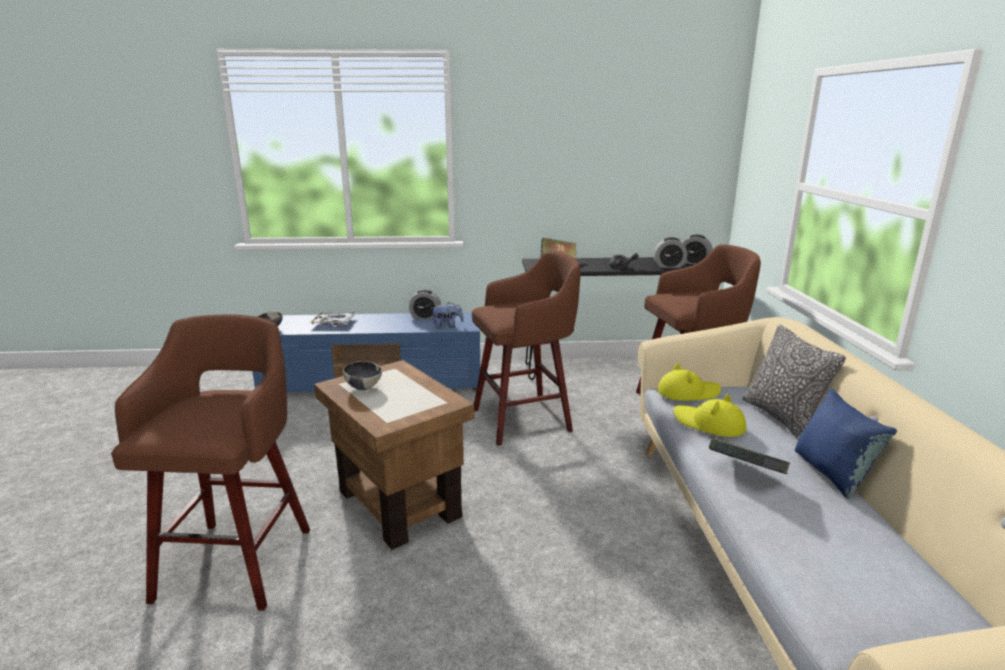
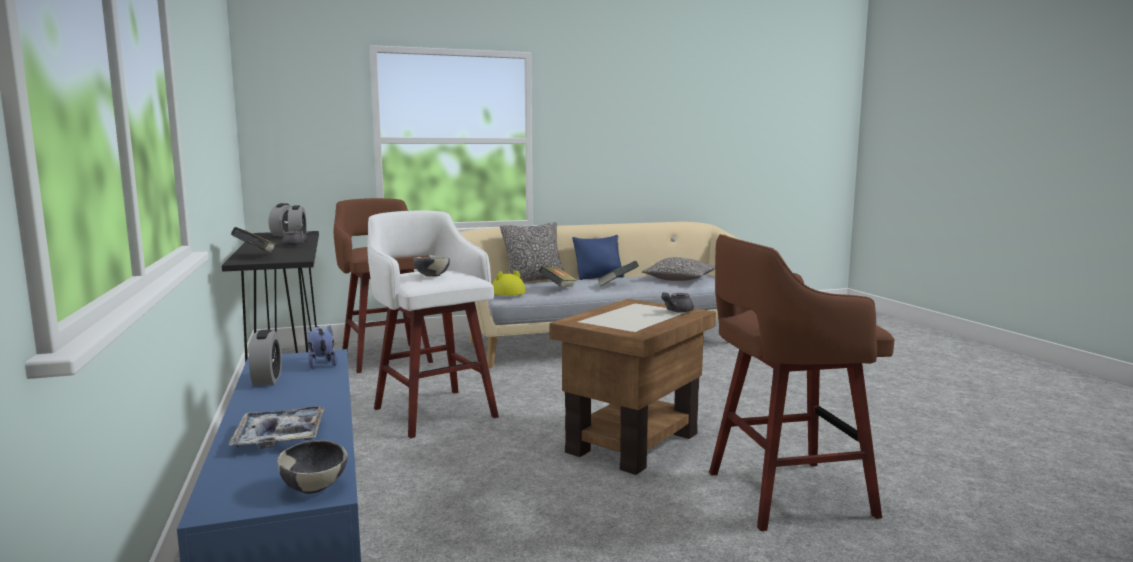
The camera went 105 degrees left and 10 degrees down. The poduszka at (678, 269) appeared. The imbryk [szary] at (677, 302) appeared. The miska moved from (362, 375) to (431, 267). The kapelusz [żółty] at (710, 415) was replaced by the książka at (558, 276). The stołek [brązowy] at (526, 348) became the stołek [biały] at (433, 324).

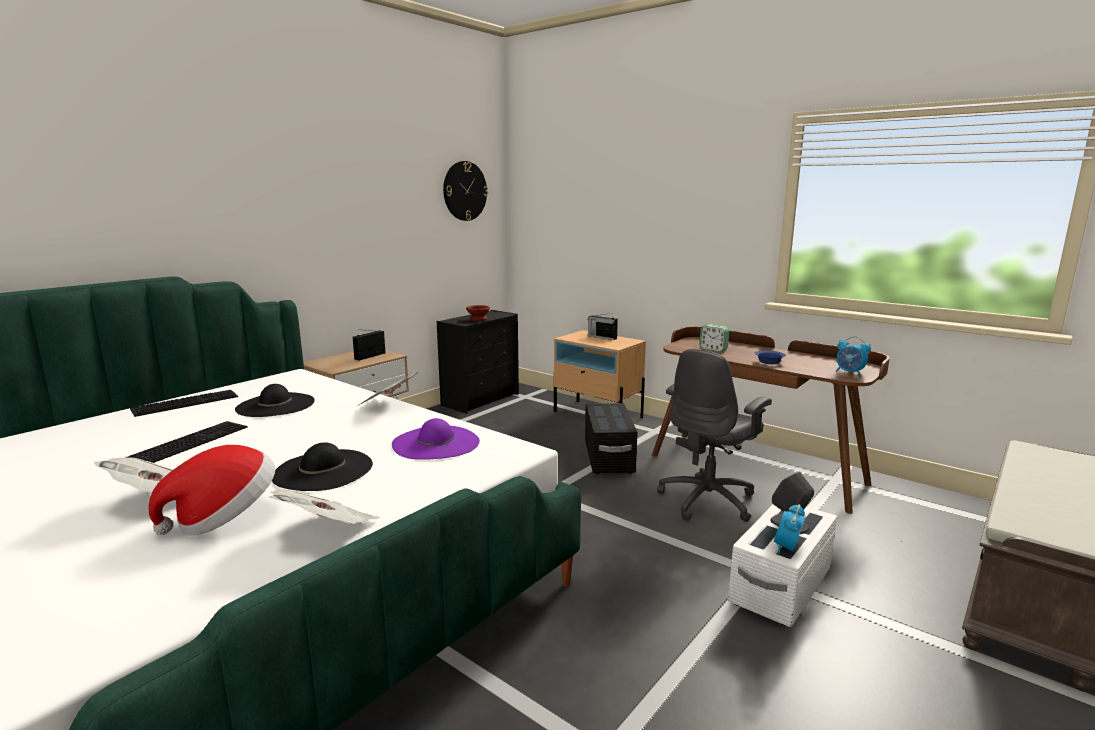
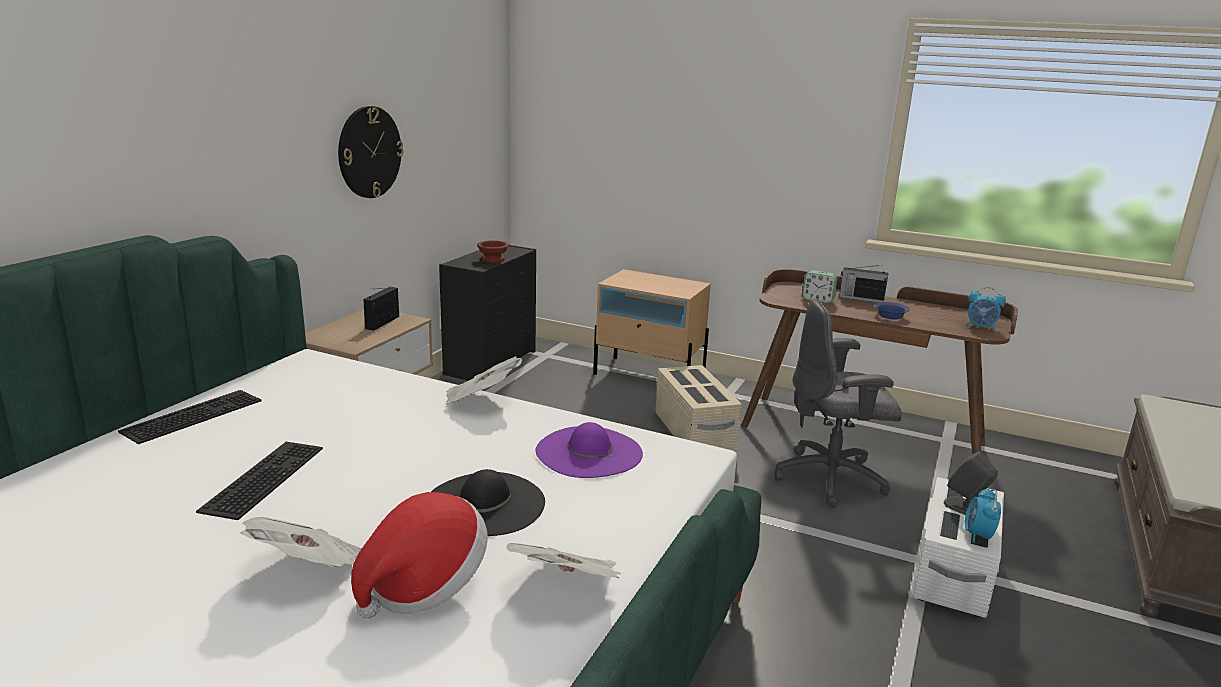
The camera went 15 degrees left and 5 degrees up. The kapelusz [czarny] at (275, 400) disappeared. The zegar ścienny moved from (465, 191) to (371, 152). The radio moved from (603, 326) to (864, 284). The pojemnik do przechowywania [czarny] at (611, 438) became the pojemnik do przechowywania [beżowy] at (698, 408). The krzesło biurowe [szary] at (714, 435) turned 60 degrees clockwise.

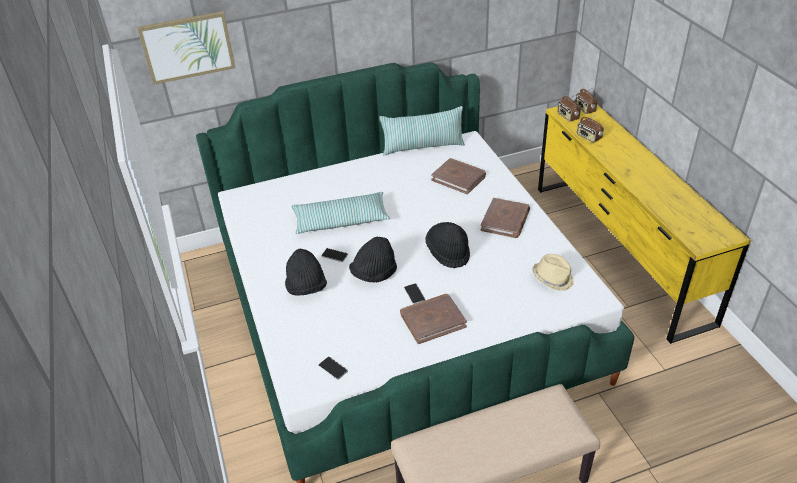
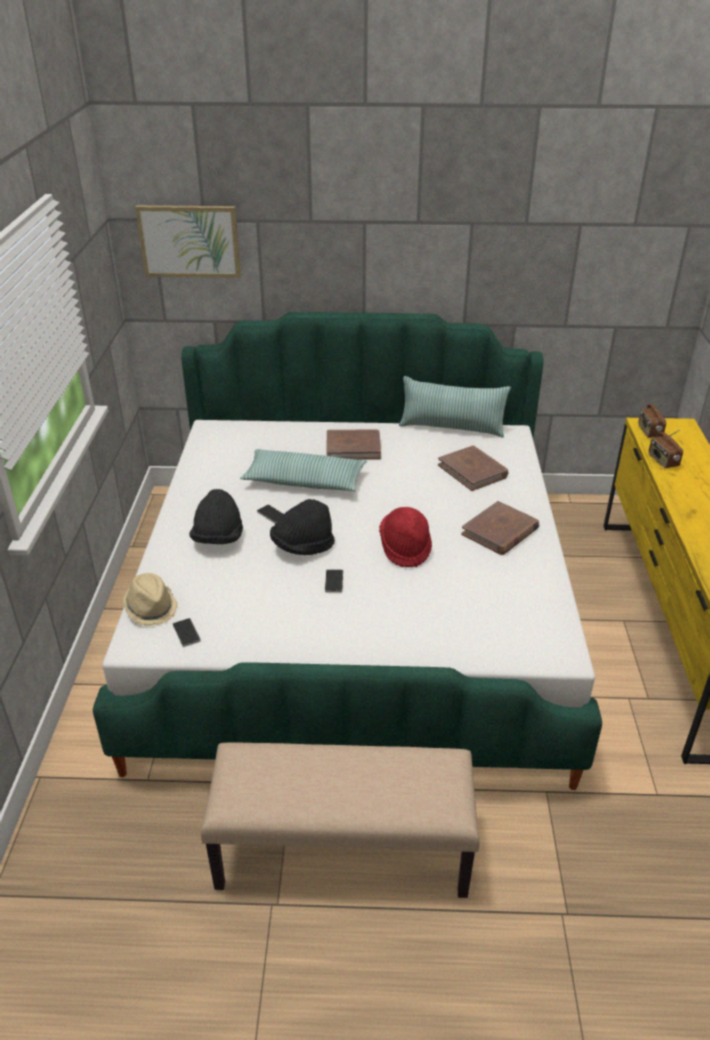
The camera went 20 degrees right and 5 degrees down. The radio at (586, 101) disappeared. The książka [brązowy] moved from (433, 319) to (353, 444). The kapelusz [beżowy] moved from (553, 272) to (150, 599). The kapelusz [czarny] at (447, 245) became the kapelusz [czerwony] at (405, 537).

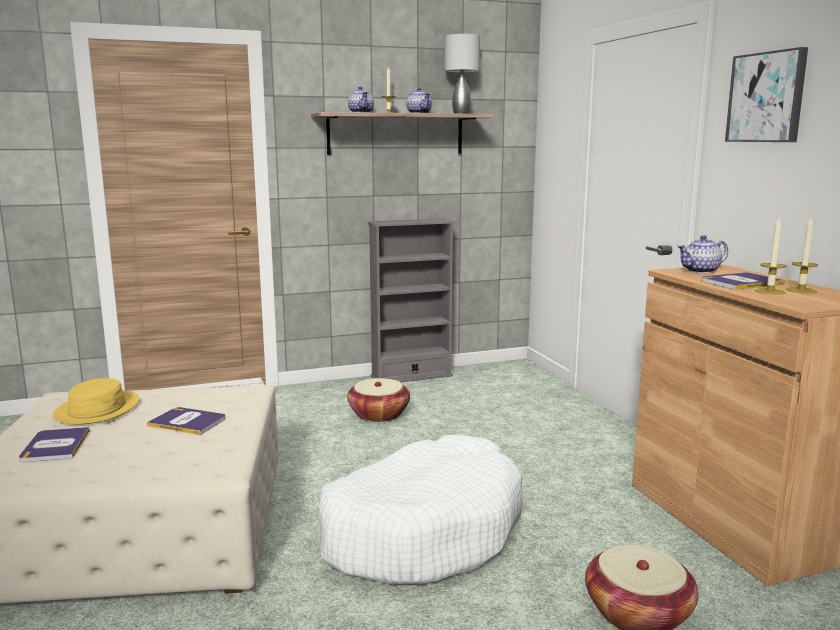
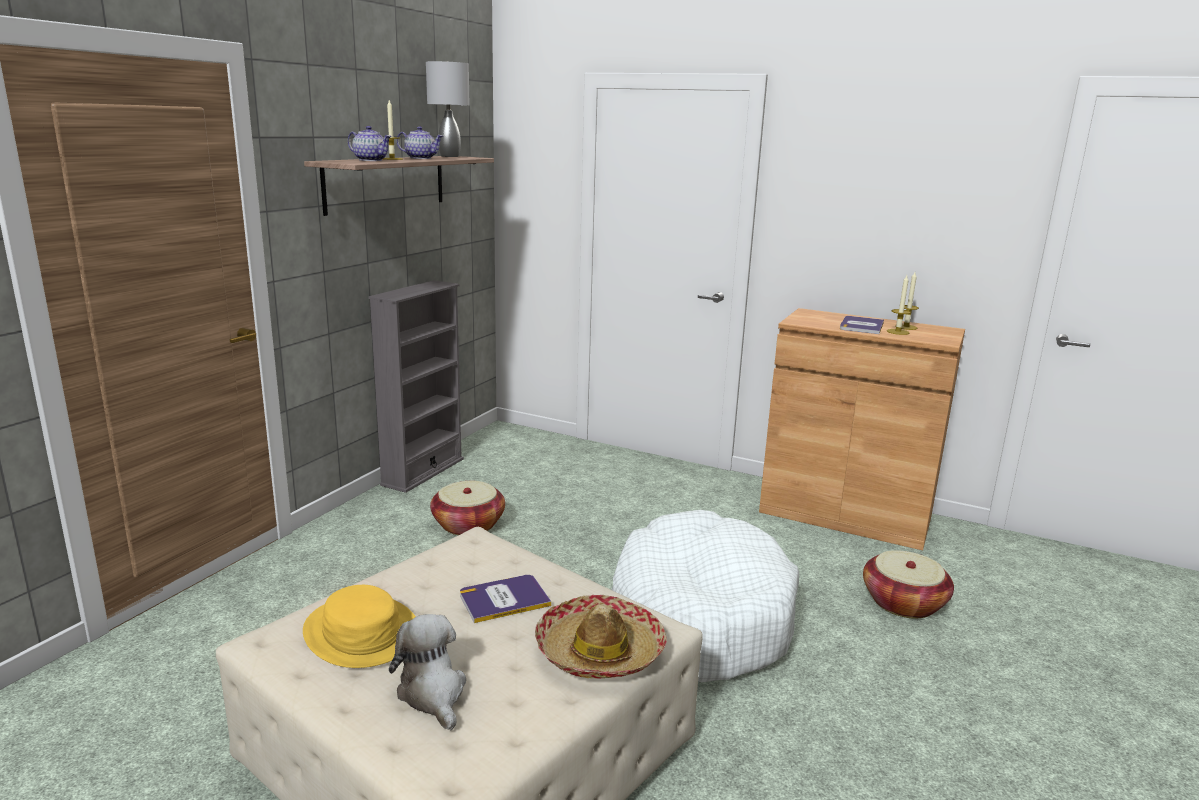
The camera went 45 degrees left and 5 degrees up. The imbryk at (702, 254) disappeared. The obraz at (766, 94) disappeared. The kapelusz at (601, 637) appeared. The książka at (54, 444) was replaced by the pluszak at (427, 672).

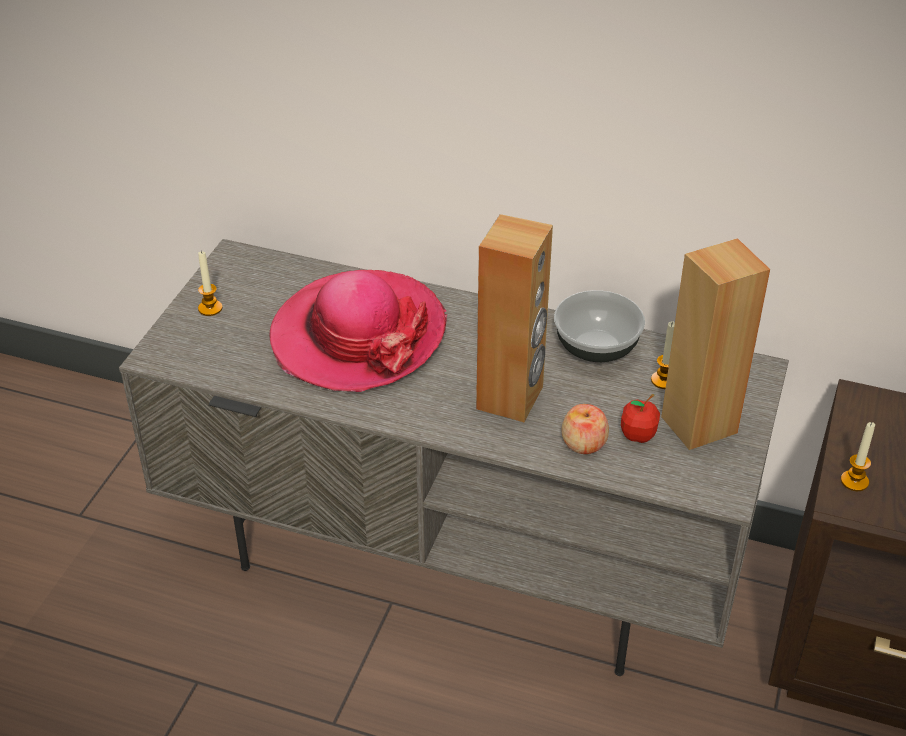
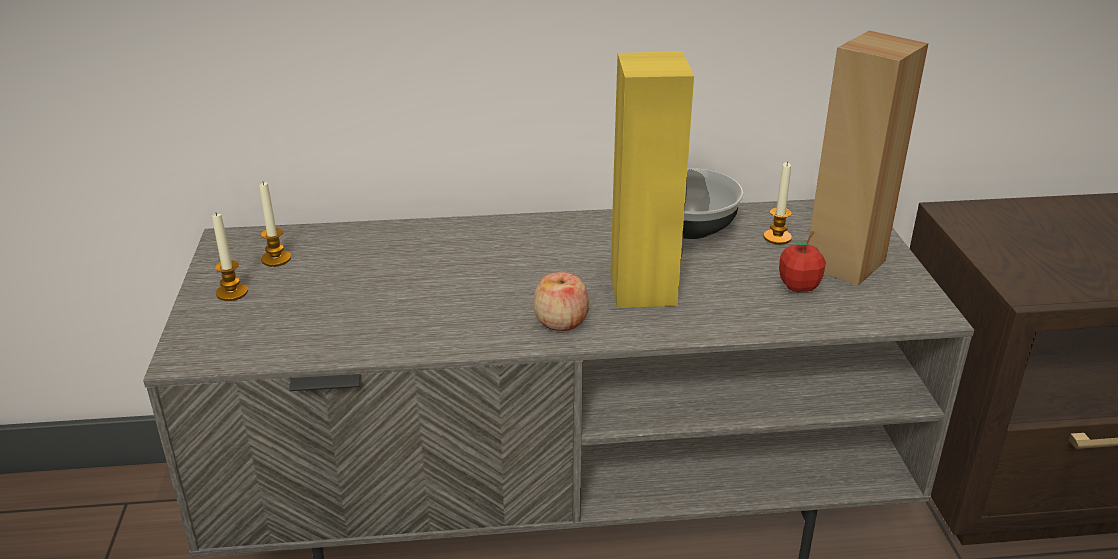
The camera went 25 degrees left and 10 degrees down. The kapelusz at (358, 331) disappeared. The jabłko moved from (585, 429) to (561, 301). The świeca moved from (858, 456) to (275, 224). The głośnik [brązowy] at (514, 318) became the głośnik [żółty] at (652, 179).

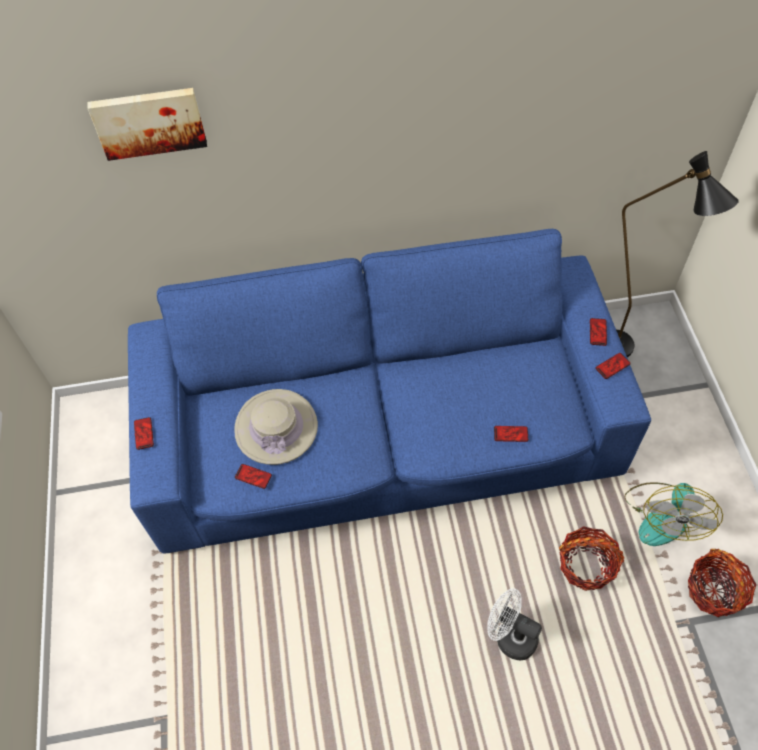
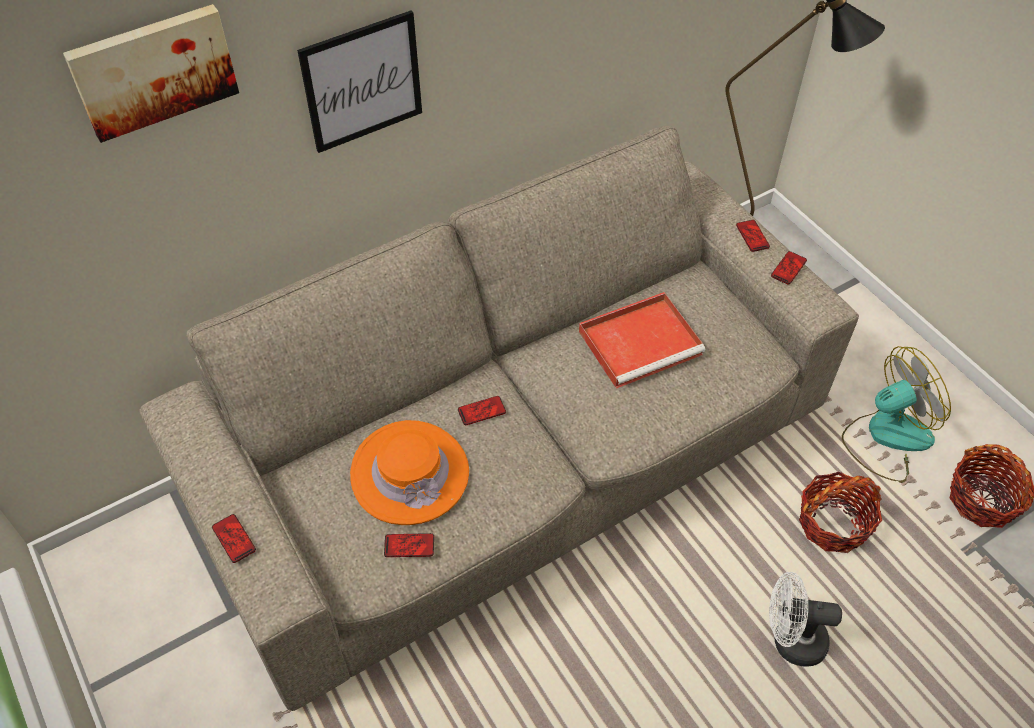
The camera went 25 degrees left and 5 degrees down. The obraz at (359, 81) appeared. The taca [czerwony] at (642, 340) appeared. The telefon moved from (511, 434) to (482, 410). The kanapa [niebieski] at (389, 391) became the kanapa [beżowy] at (499, 418). The kapelusz [beżowy] at (276, 427) became the kapelusz [pomarańczowy] at (409, 472). The wentylator at (673, 514) turned 105 degrees counterclockwise.

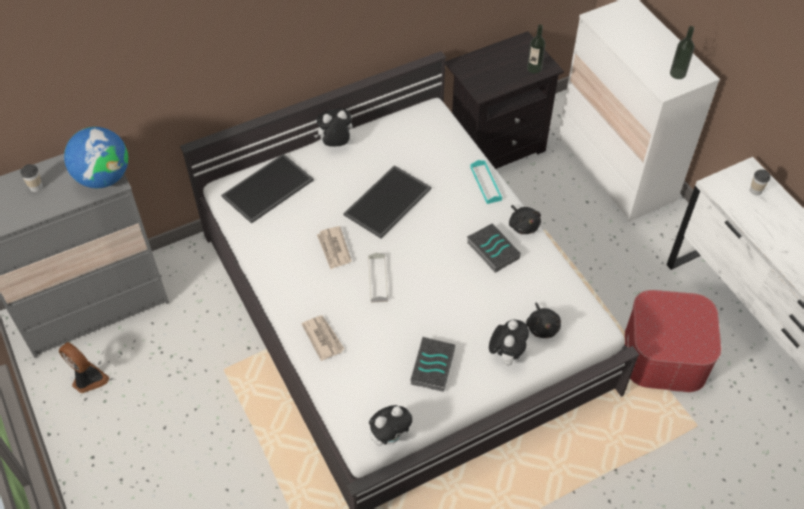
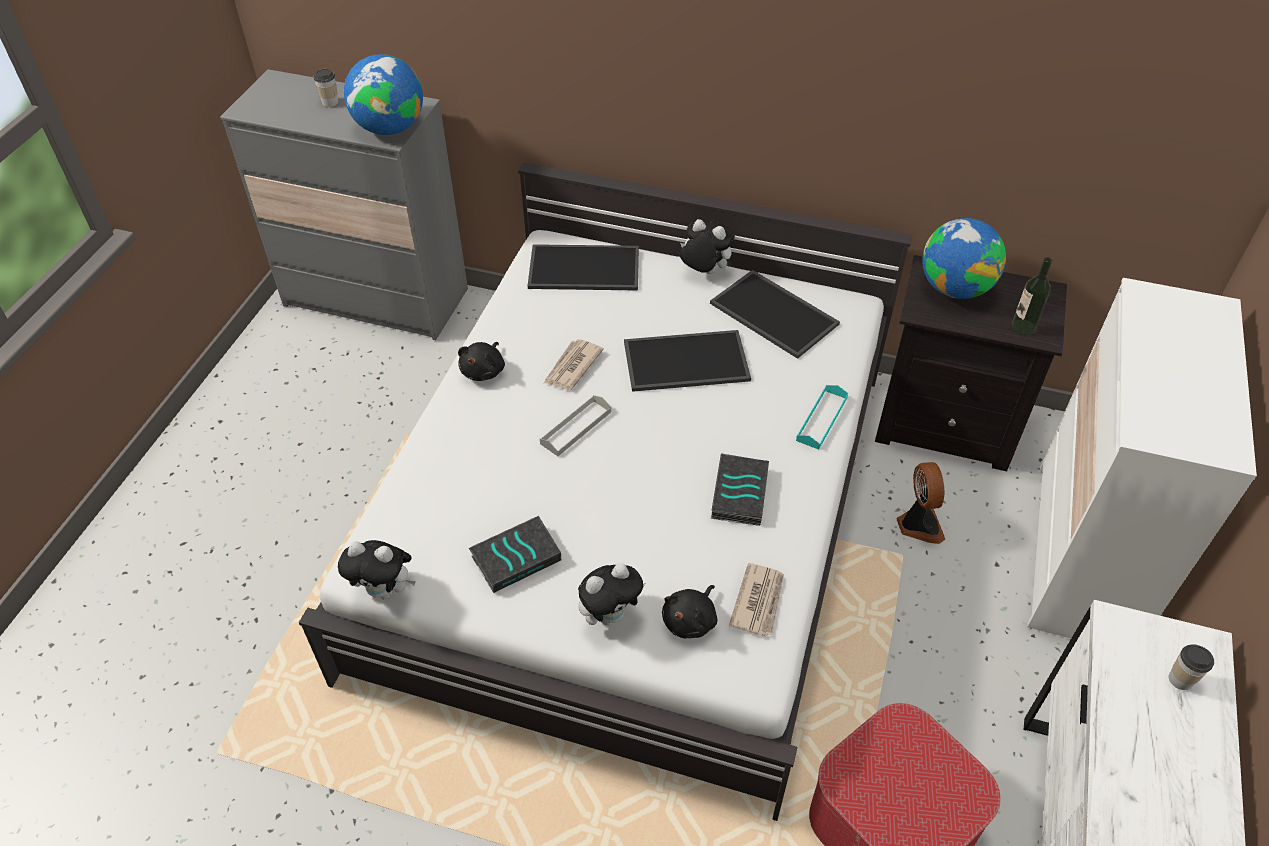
The camera went 45 degrees right and 5 degrees down. The butelka at (682, 52) disappeared. The taca at (775, 314) appeared. The globus at (964, 258) appeared. The wentylator moved from (84, 367) to (921, 503). The gazeta moved from (323, 338) to (756, 599). The pluszak [czarny] moved from (525, 219) to (481, 361).

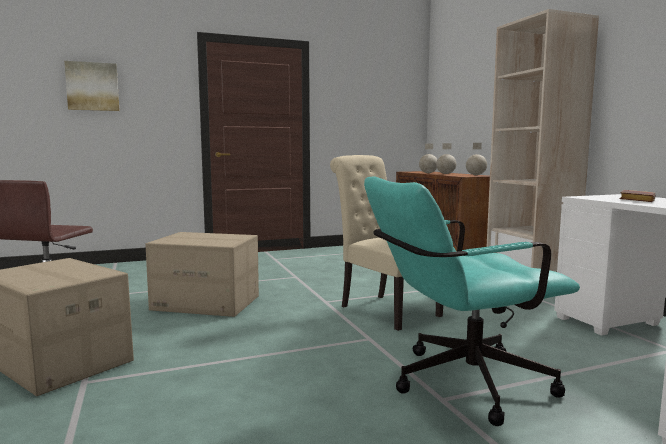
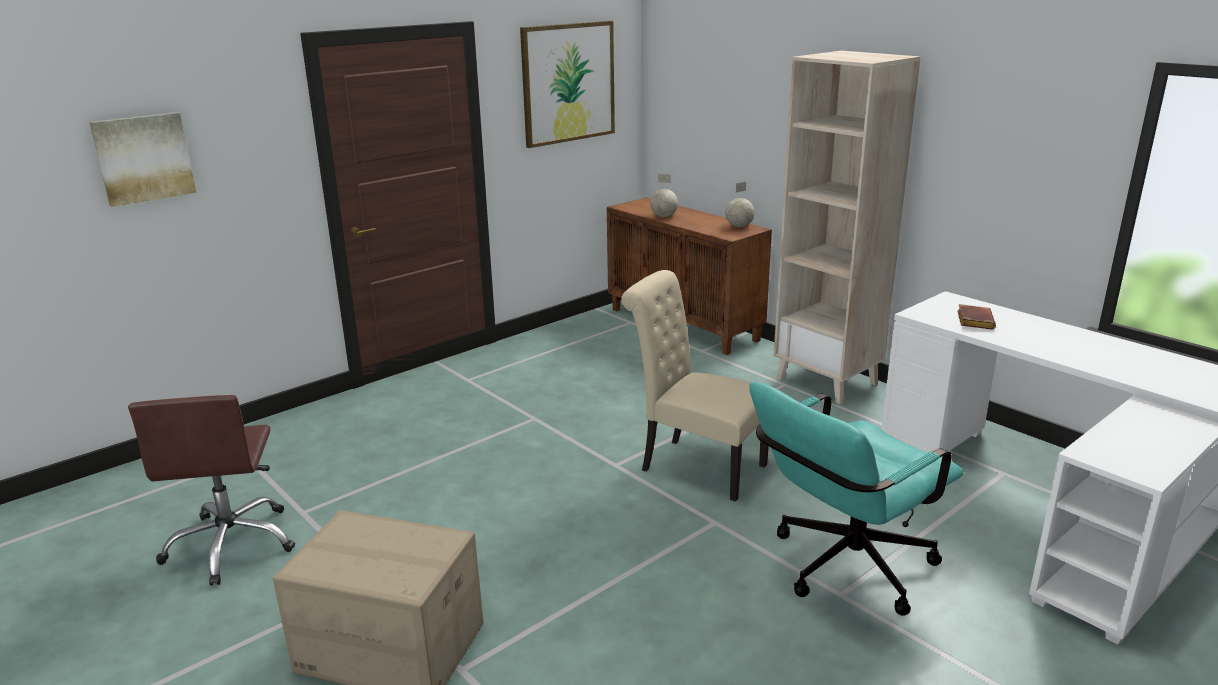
The camera went 20 degrees left and 15 degrees up. The karton at (202, 274) disappeared. The globus at (446, 158) disappeared. The obraz at (567, 84) appeared.

